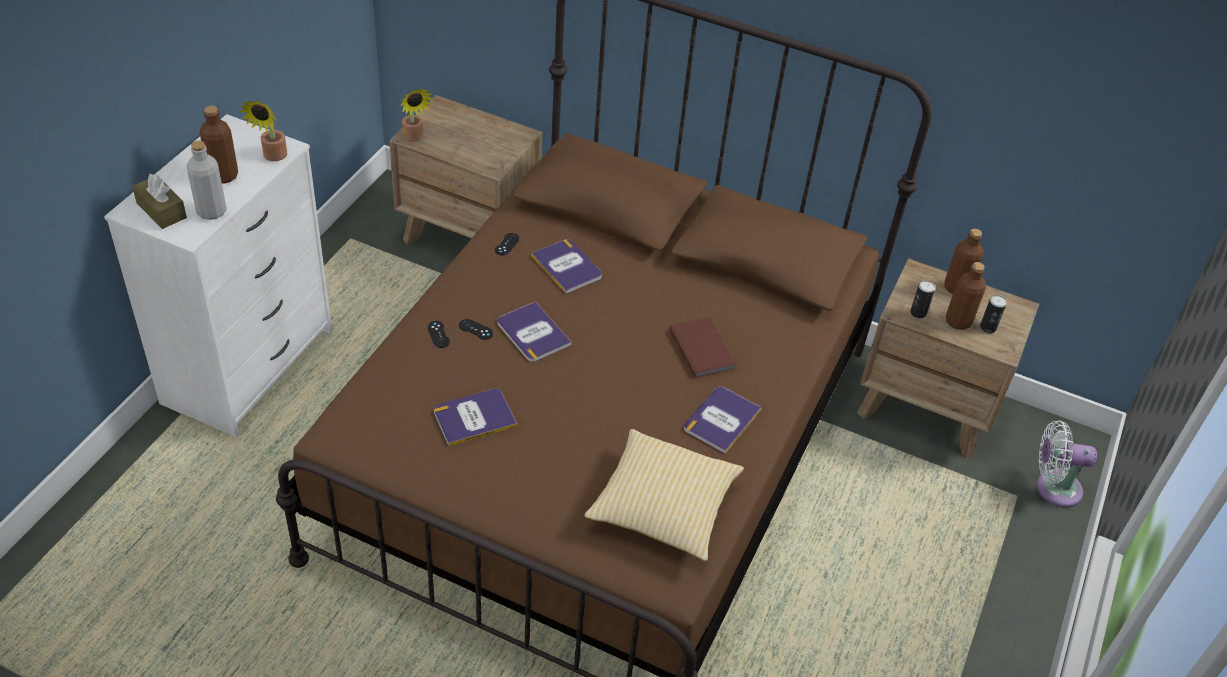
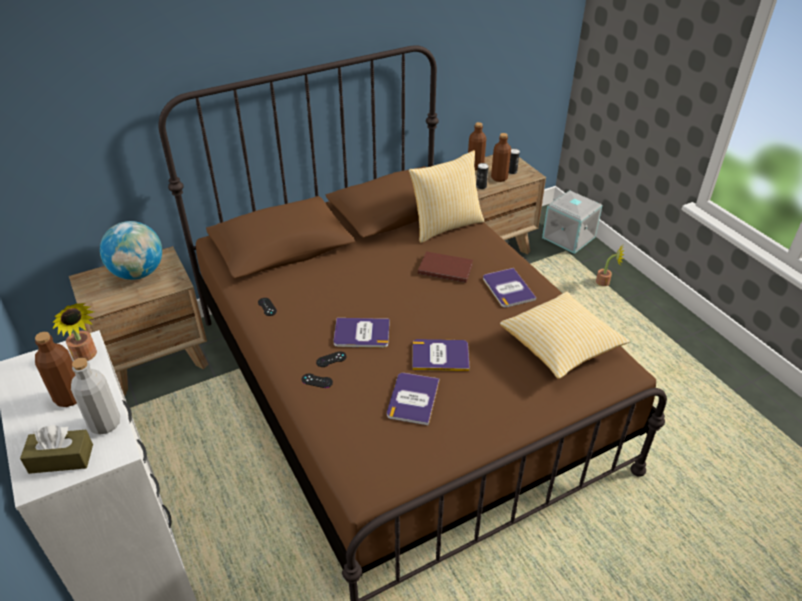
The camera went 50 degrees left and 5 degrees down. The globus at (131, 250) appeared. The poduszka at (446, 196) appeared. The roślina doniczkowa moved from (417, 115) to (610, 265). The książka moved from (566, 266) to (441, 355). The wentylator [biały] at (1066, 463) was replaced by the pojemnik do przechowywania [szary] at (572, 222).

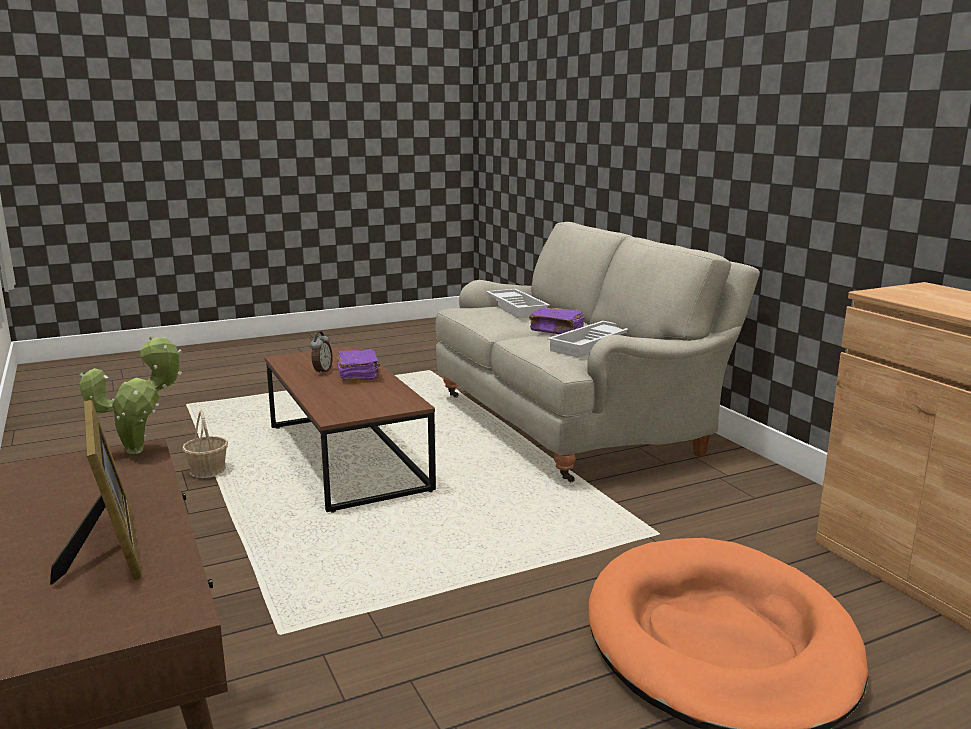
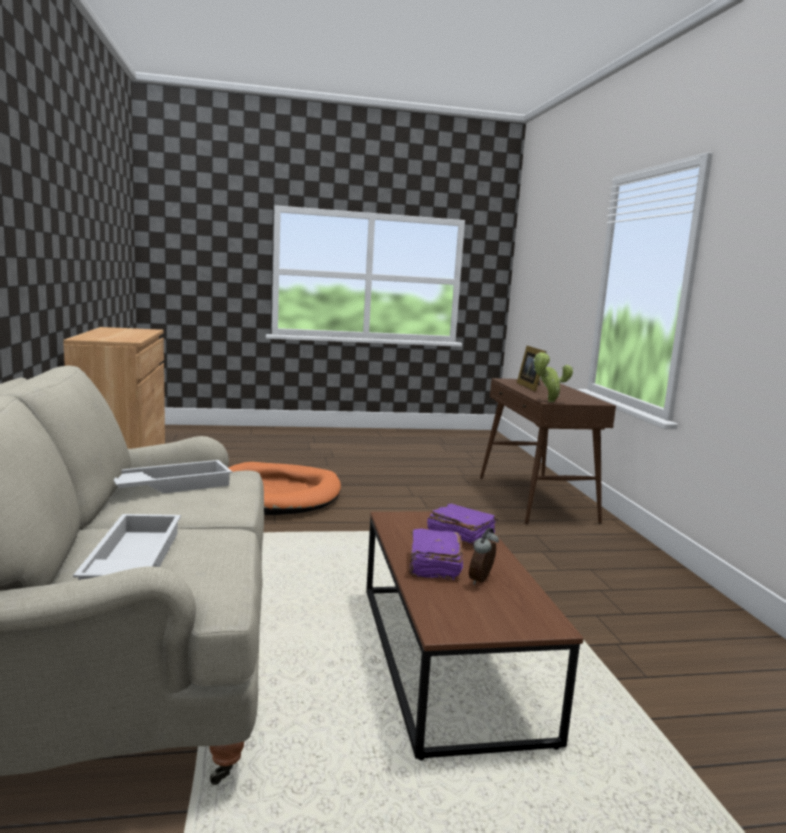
The camera went 165 degrees left and 5 degrees down. The koszyk at (205, 444) disappeared. The książka [fioletowy] moved from (557, 321) to (462, 524).

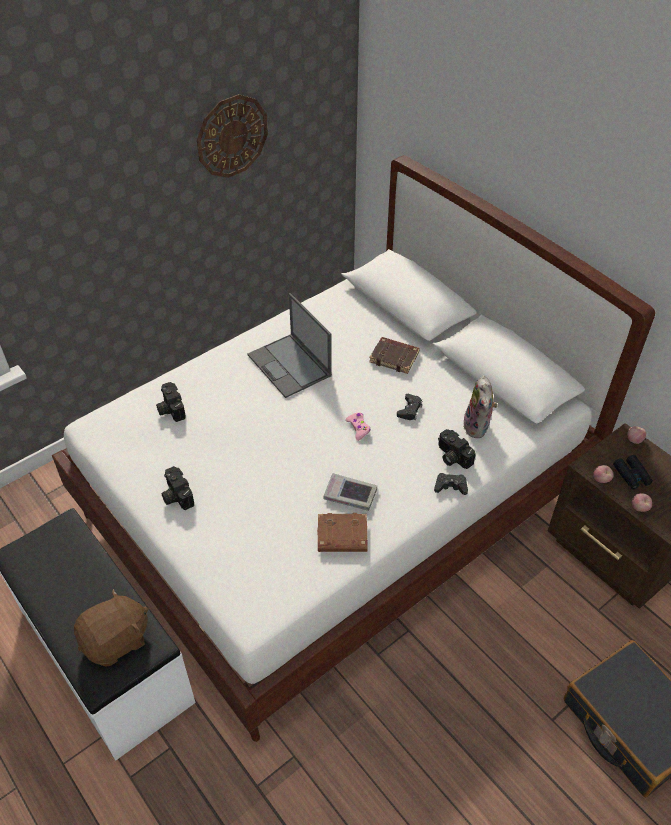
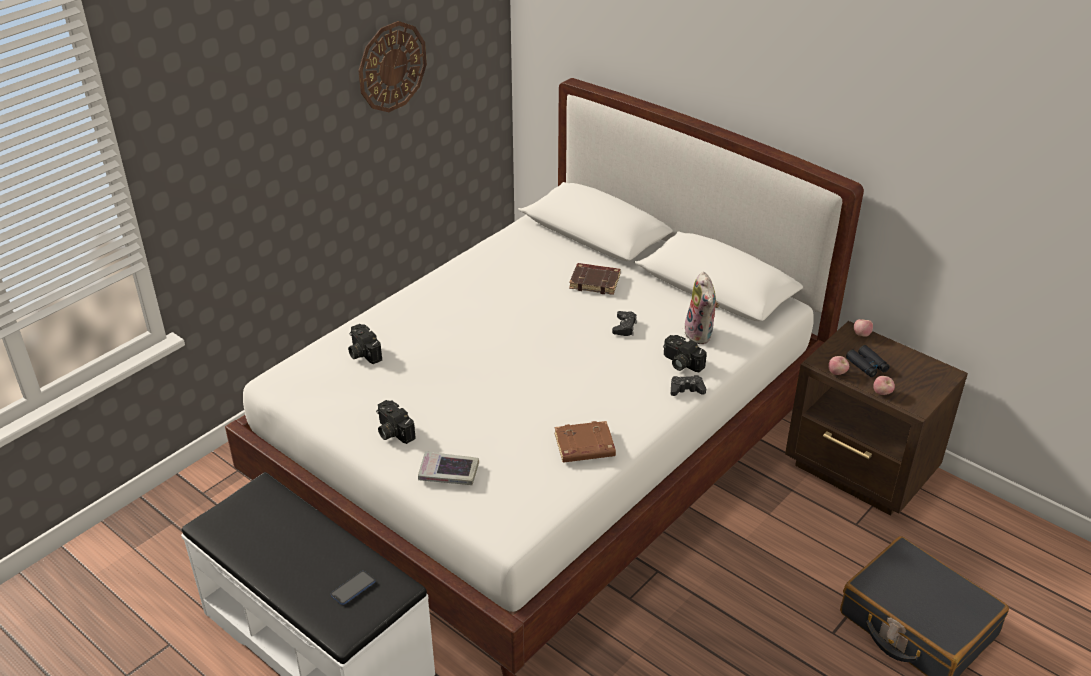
The camera went 10 degrees left and 10 degrees down. The laptop at (289, 345) disappeared. The pad do gier [różowy] at (358, 426) disappeared. The książka moved from (350, 492) to (448, 468). The pluszak [brązowy] at (111, 627) was replaced by the telefon at (353, 588).

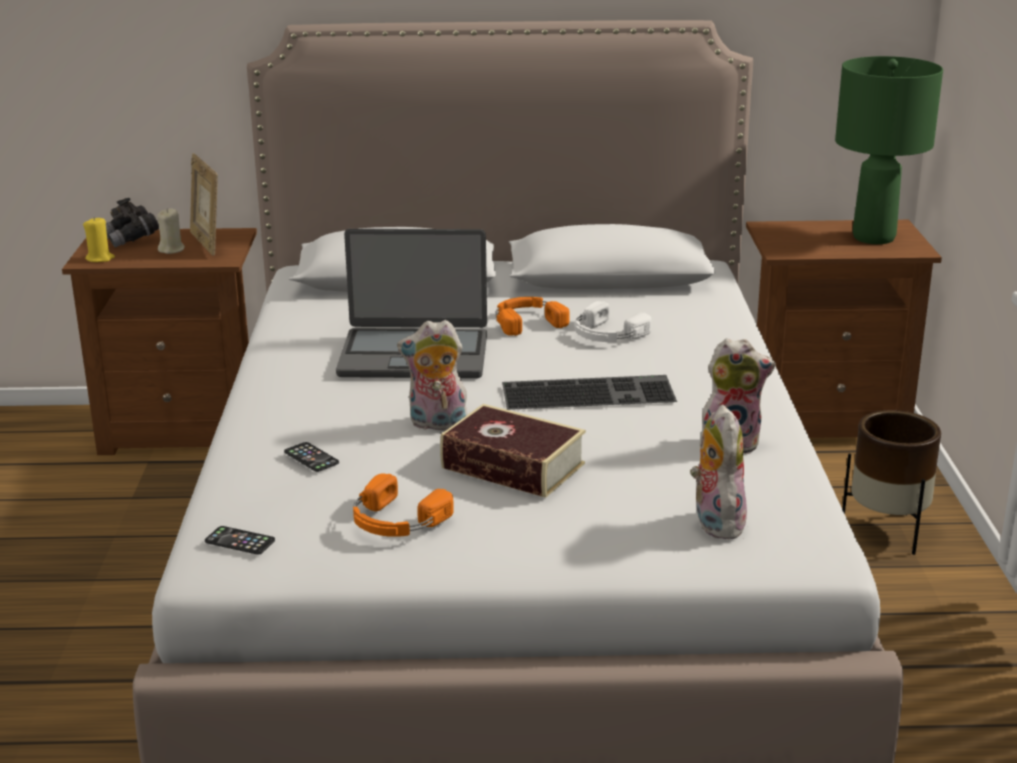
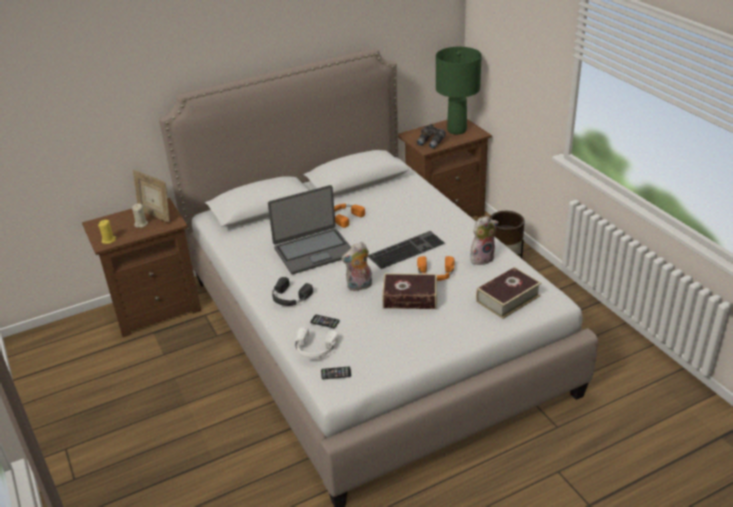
The camera went 25 degrees left and 10 degrees up. The słuchawki [czarny] at (292, 291) appeared. The lornetka [szary] moved from (132, 223) to (431, 136). The słuchawki [pomarańczowy] moved from (403, 505) to (435, 268). The słuchawki [biały] moved from (613, 321) to (317, 343). The pluszak at (718, 472) was replaced by the książka at (508, 293).

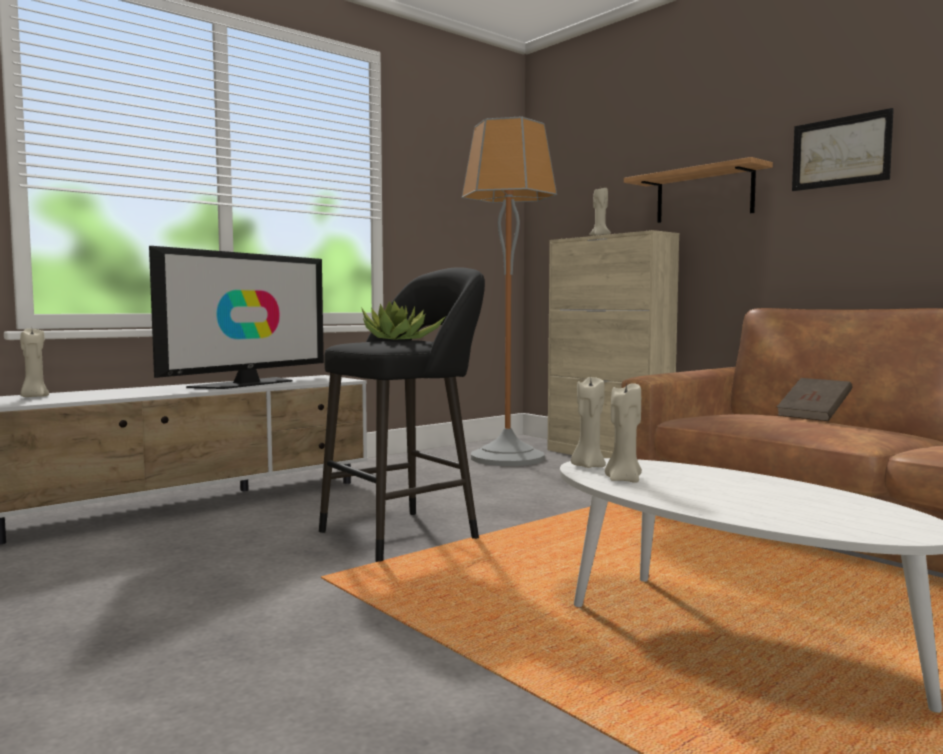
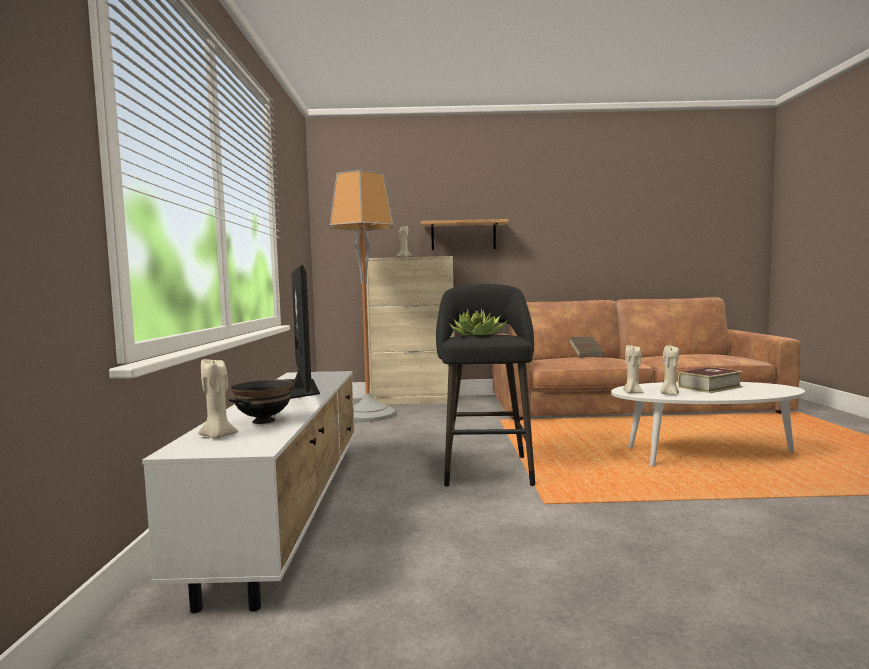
The camera went 50 degrees left and 0 degrees up. The obraz at (843, 149) disappeared. The miska [czarny] at (260, 401) appeared. The książka at (710, 380) appeared.

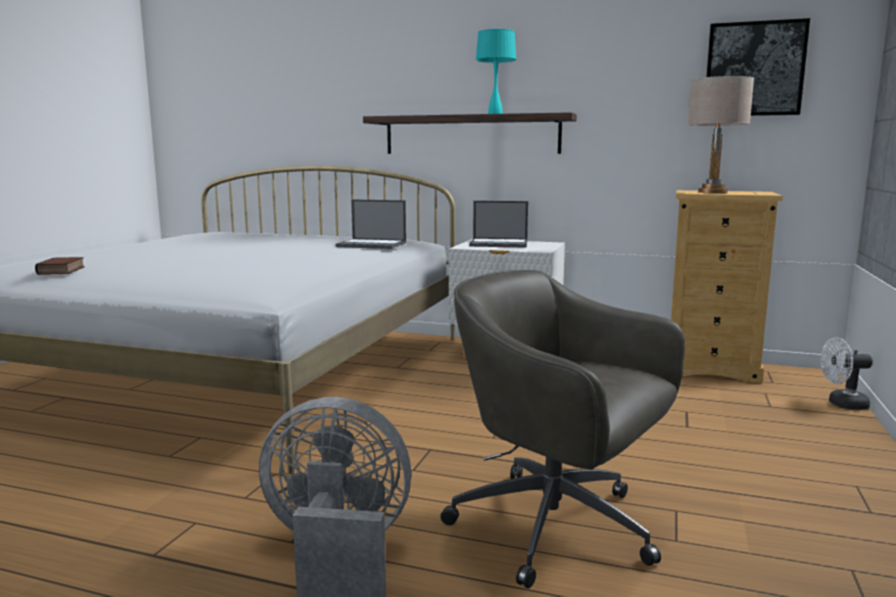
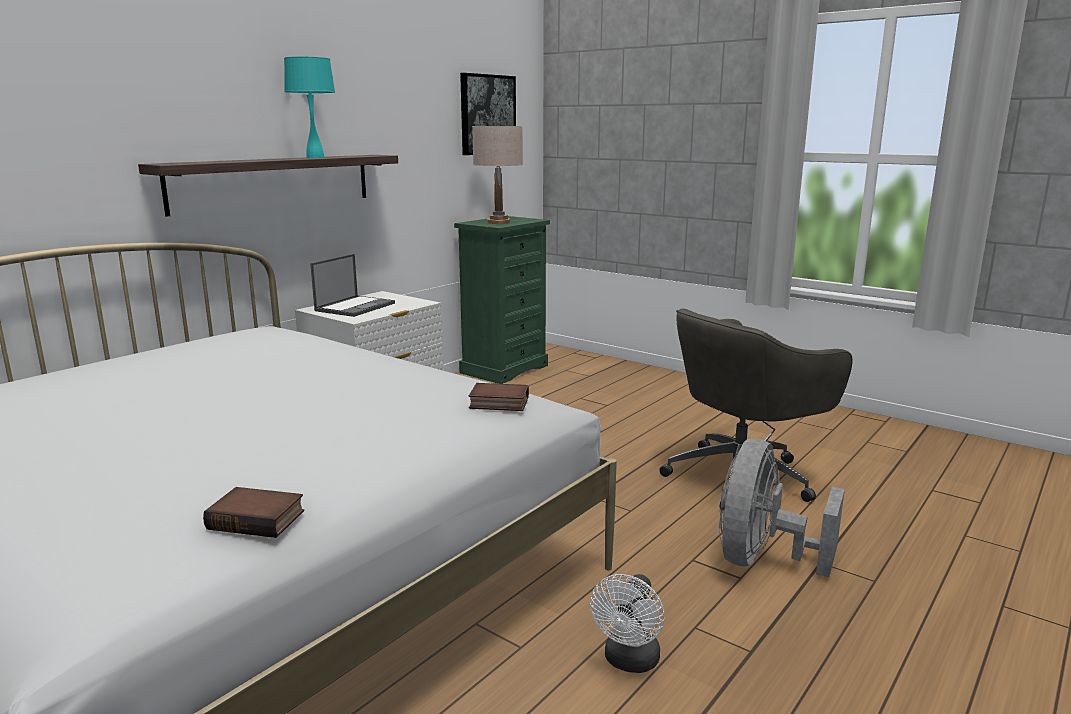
The camera went 70 degrees left and 5 degrees up. The laptop at (370, 224) disappeared. The książka at (499, 397) appeared. The wentylator [biały] moved from (847, 373) to (627, 623). The komoda [beżowy] at (727, 287) became the komoda [zielony] at (502, 300).

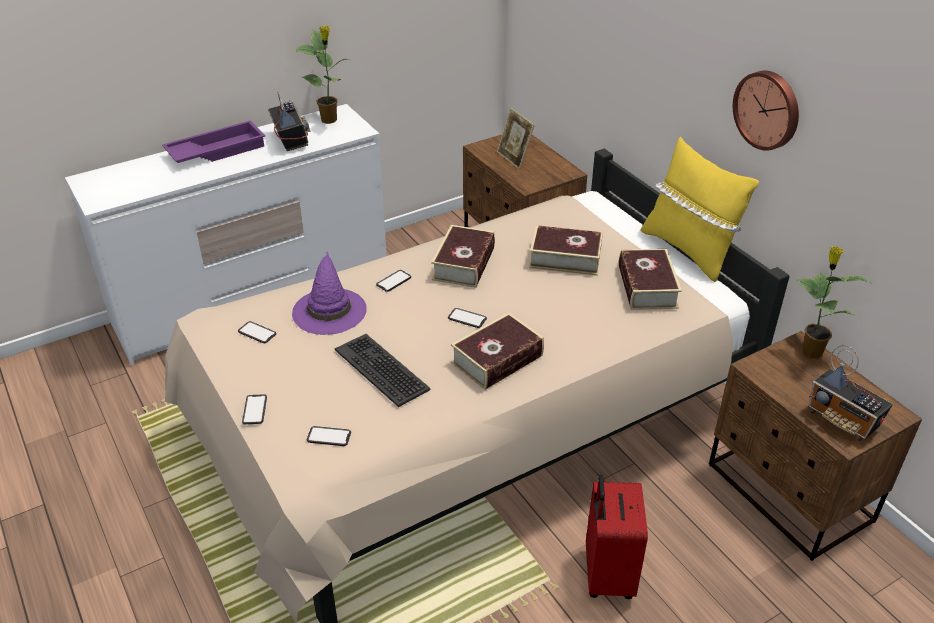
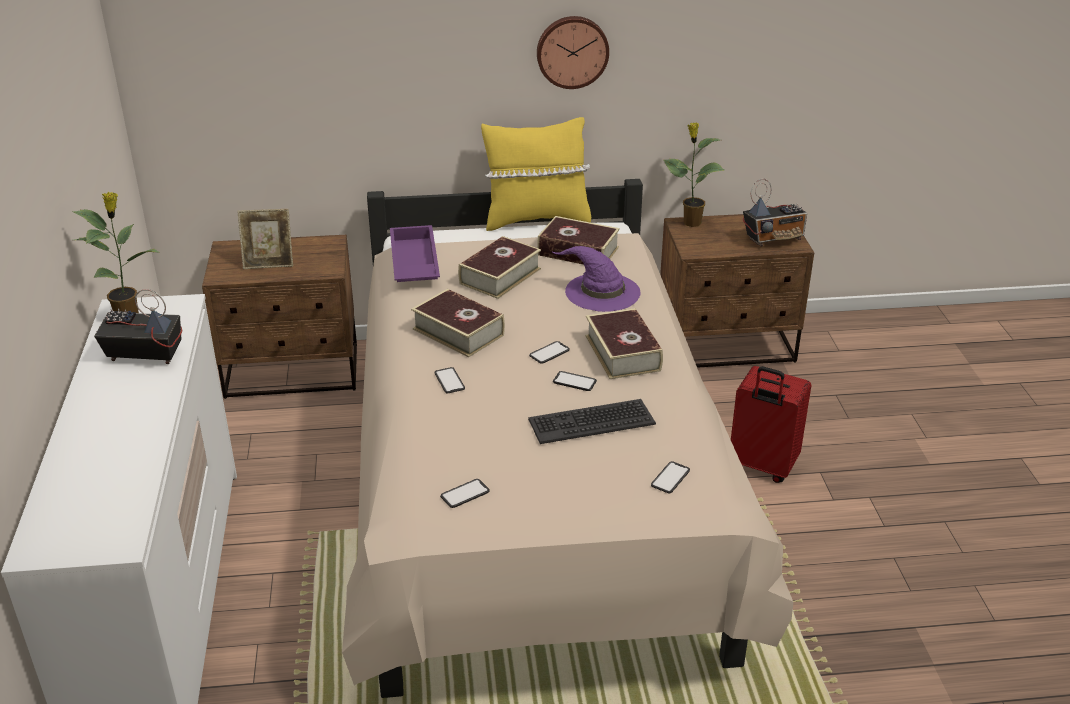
The camera went 65 degrees left and 5 degrees down. The taca [fioletowy] moved from (213, 142) to (415, 253). The telefon moved from (254, 409) to (575, 381). The kapelusz [fioletowy] moved from (329, 293) to (595, 279).

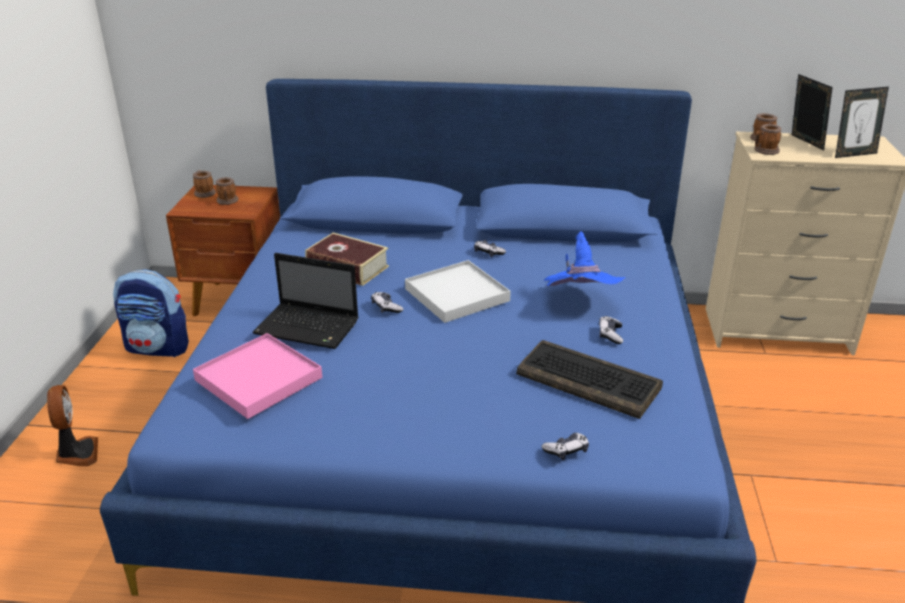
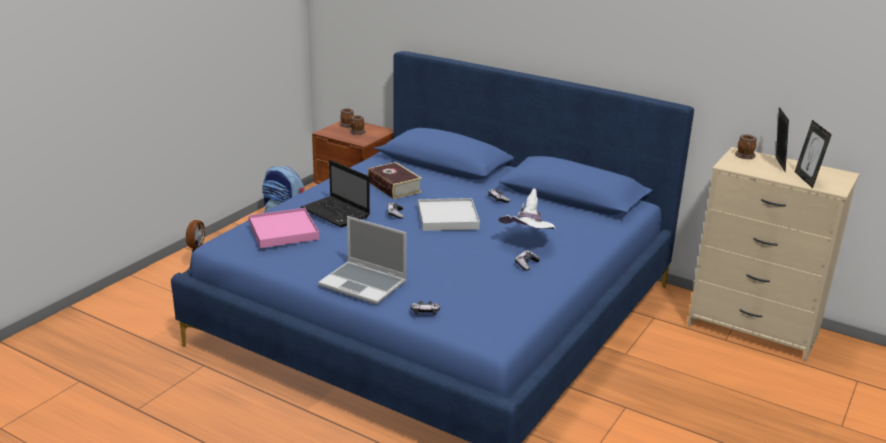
The camera went 25 degrees right and 5 degrees down. The klawiatura at (589, 379) disappeared. The kubek at (767, 139) disappeared. The laptop at (362, 260) appeared. The kapelusz [niebieski] at (584, 258) became the kapelusz [biały] at (527, 208). The ramka na zdjęcie at (862, 122) turned 75 degrees clockwise.

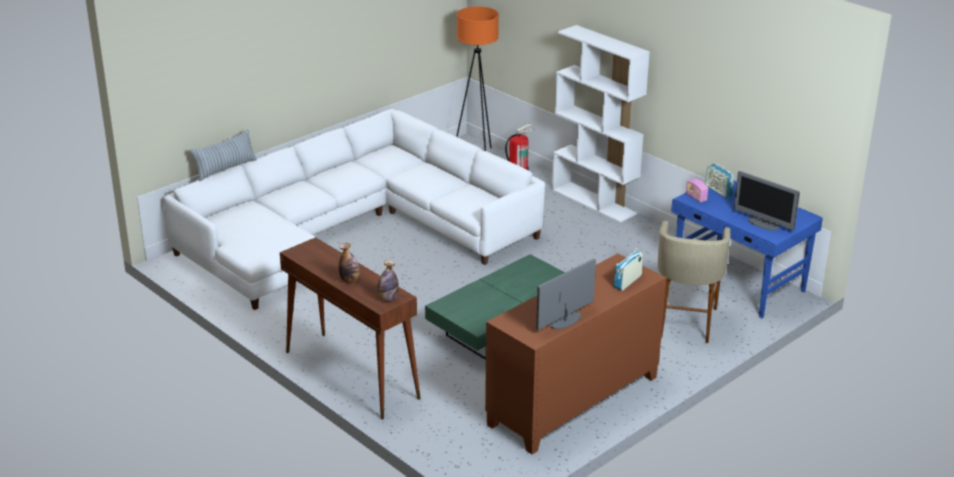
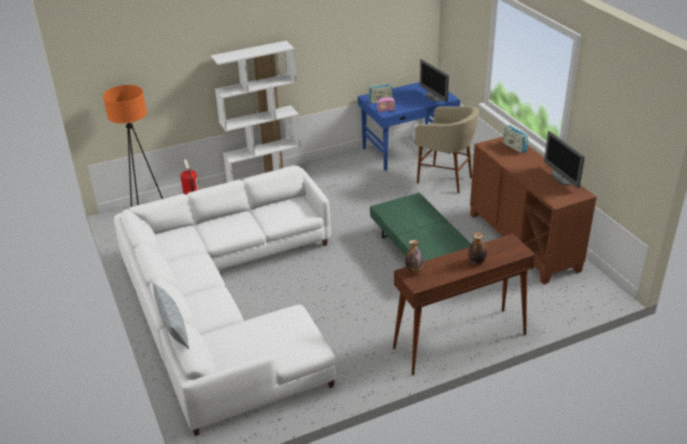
The camera went 70 degrees left and 5 degrees up. The butelka moved from (388, 280) to (414, 257). The monitor at (767, 200) turned 90 degrees clockwise.

